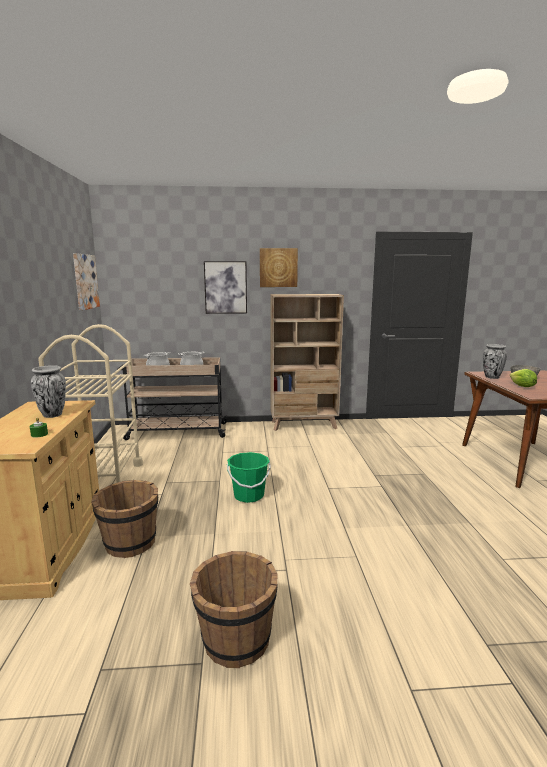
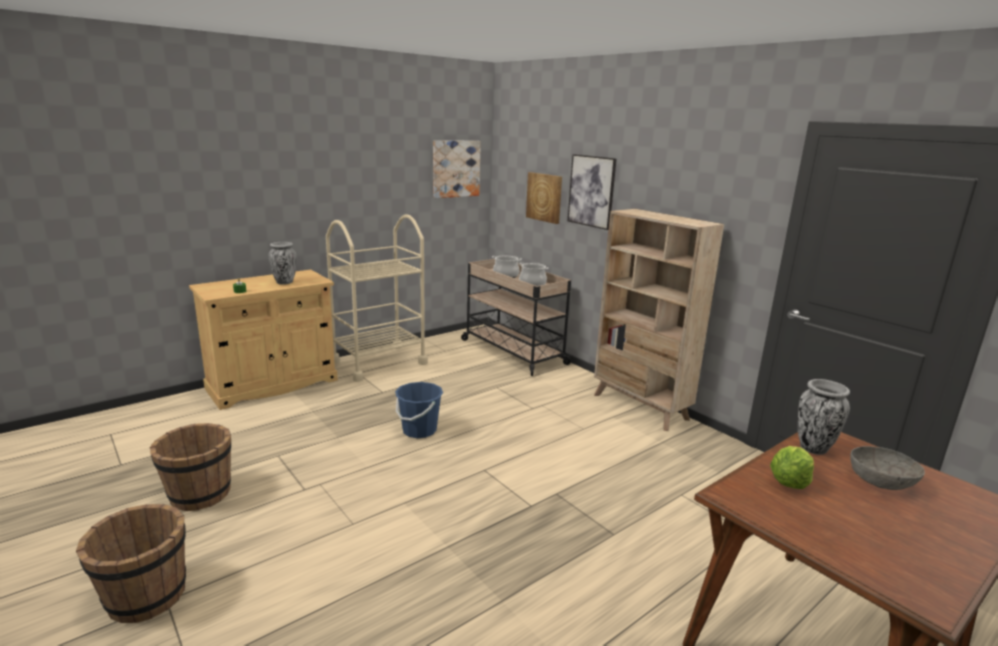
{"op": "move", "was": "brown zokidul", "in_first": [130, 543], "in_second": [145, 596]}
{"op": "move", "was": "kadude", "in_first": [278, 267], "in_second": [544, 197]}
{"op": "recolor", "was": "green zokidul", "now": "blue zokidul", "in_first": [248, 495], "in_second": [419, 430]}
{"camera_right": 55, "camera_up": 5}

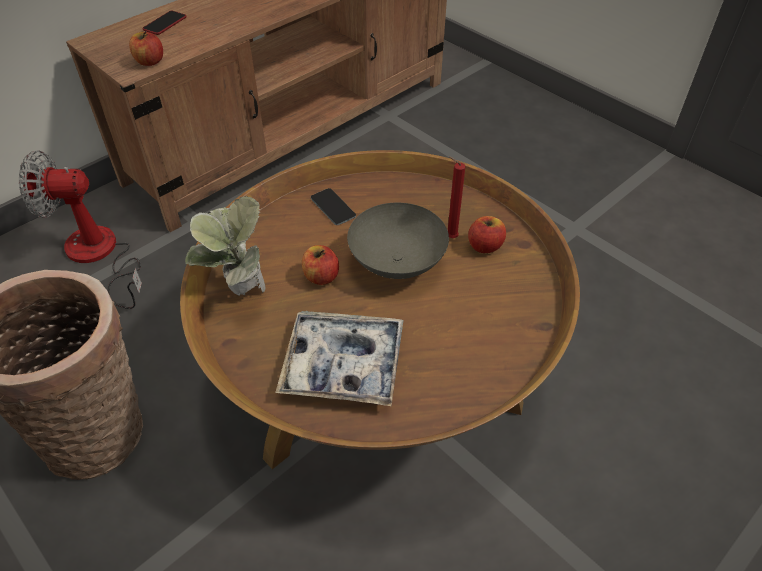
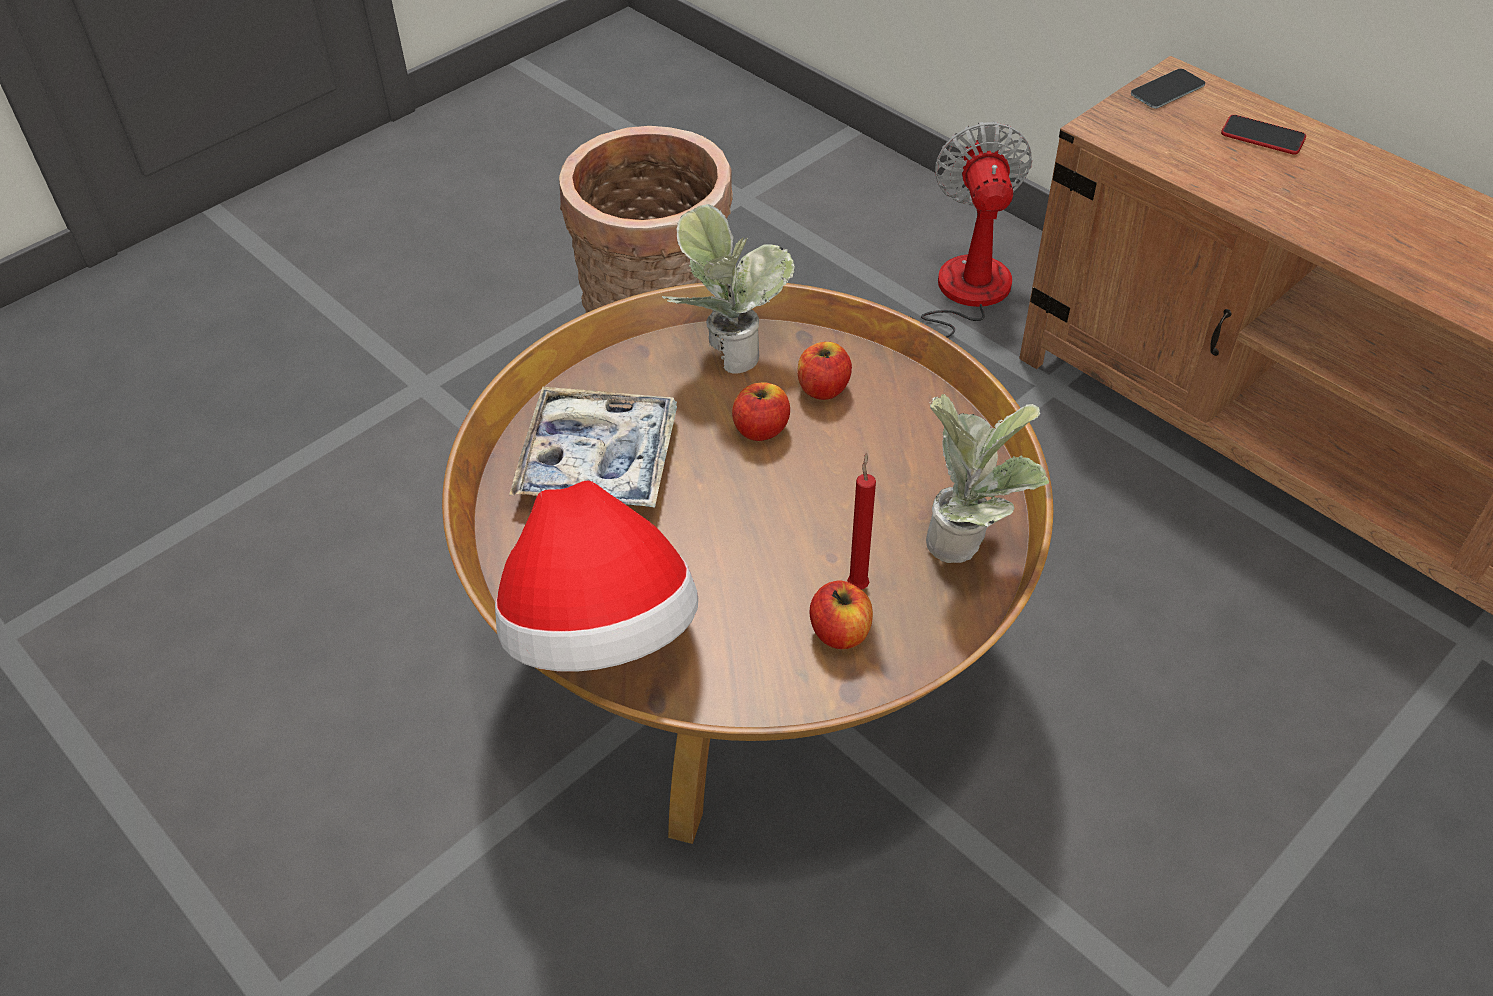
{"op": "delete", "was": "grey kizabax", "in_first": [398, 262]}
{"op": "insert", "now": "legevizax", "in_second": [600, 632]}
{"op": "insert", "now": "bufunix", "in_second": [968, 541]}
{"op": "move", "was": "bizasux", "in_first": [149, 61], "in_second": [823, 388]}
{"op": "move", "was": "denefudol", "in_first": [333, 207], "in_second": [1167, 89]}
{"camera_right": 90, "camera_up": 0}

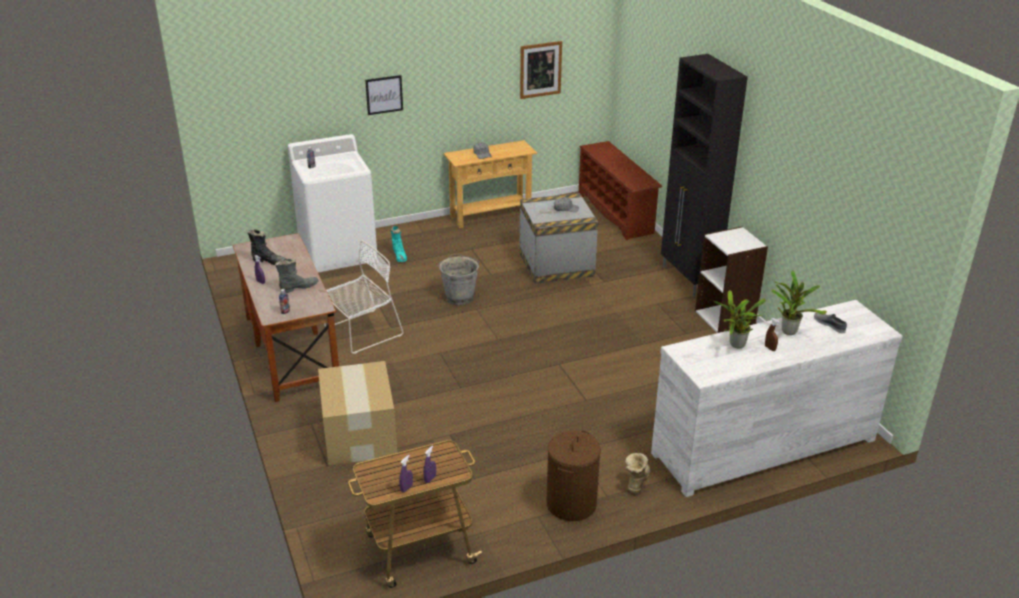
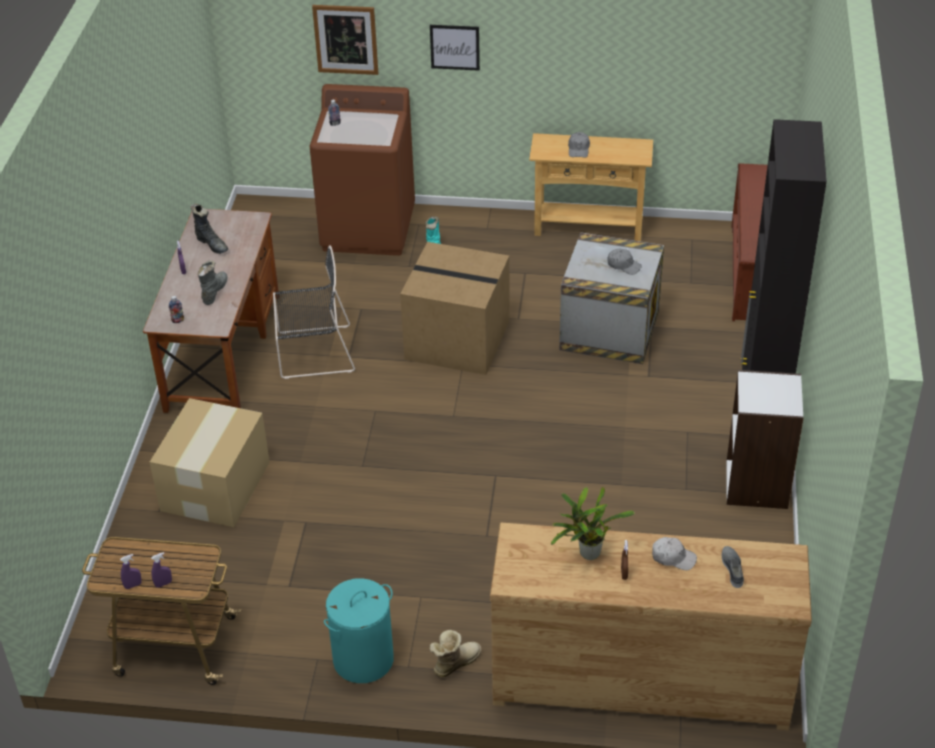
{"op": "move", "was": "kadude", "in_first": [540, 69], "in_second": [346, 39]}
{"op": "replace", "was": "grey zokidul", "now": "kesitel", "in_first": [459, 297], "in_second": [455, 340]}
{"op": "replace", "was": "bufunix", "now": "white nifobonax", "in_first": [789, 330], "in_second": [673, 557]}
{"op": "recolor", "was": "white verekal", "now": "brown verekal", "in_first": [338, 252], "in_second": [369, 228]}
{"op": "recolor", "was": "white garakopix", "now": "black garakopix", "in_first": [361, 332], "in_second": [312, 352]}
{"op": "recolor", "was": "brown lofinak", "now": "turquoise lofinak", "in_first": [571, 504], "in_second": [363, 660]}
{"op": "recolor", "was": "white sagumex", "now": "brown sagumex", "in_first": [762, 445], "in_second": [640, 678]}
{"op": "rotate", "was": "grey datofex", "in_first": [298, 287], "in_second": [214, 291], "clockwise": -75}
{"camera_right": 30, "camera_up": 10}

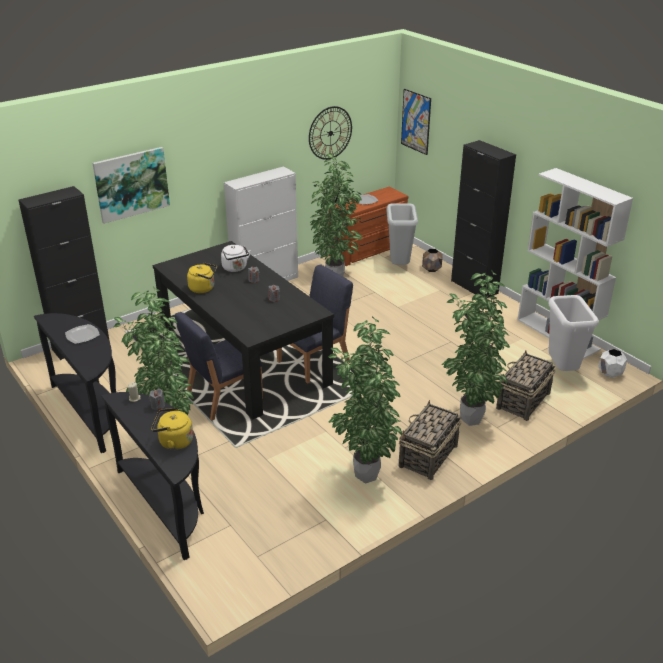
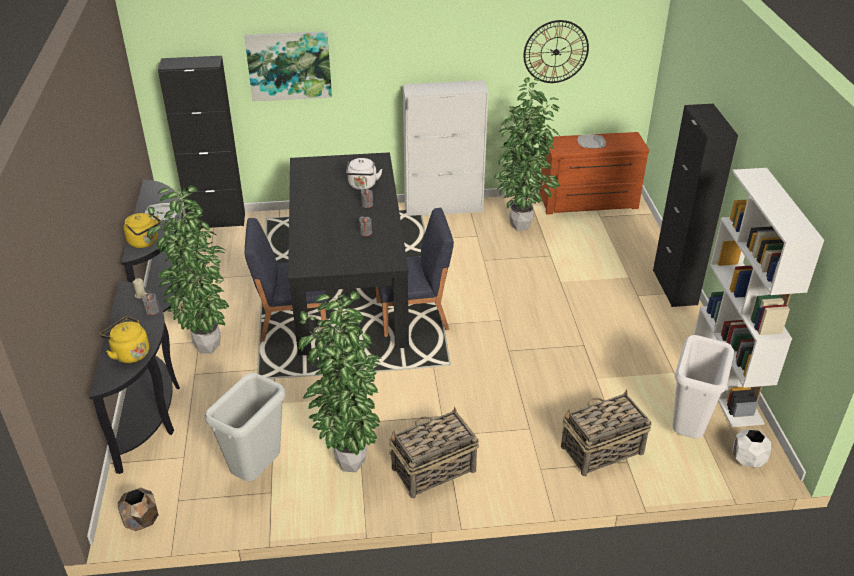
{"op": "delete", "was": "kadude", "in_first": [416, 121]}
{"op": "delete", "was": "bufunix", "in_first": [468, 419]}
{"op": "move", "was": "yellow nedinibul", "in_first": [203, 288], "in_second": [145, 242]}
{"op": "move", "was": "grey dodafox", "in_first": [398, 266], "in_second": [257, 471]}
{"op": "move", "was": "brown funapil", "in_first": [431, 269], "in_second": [142, 521]}
{"camera_right": 30, "camera_up": 5}

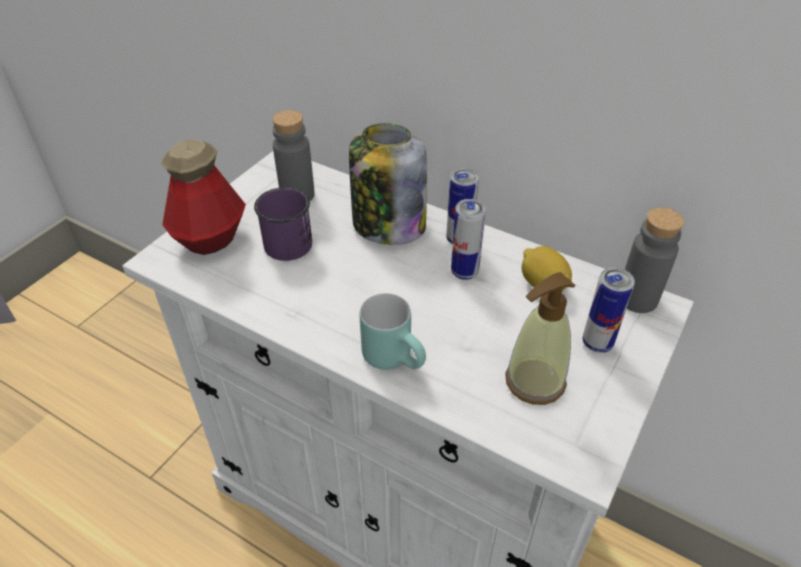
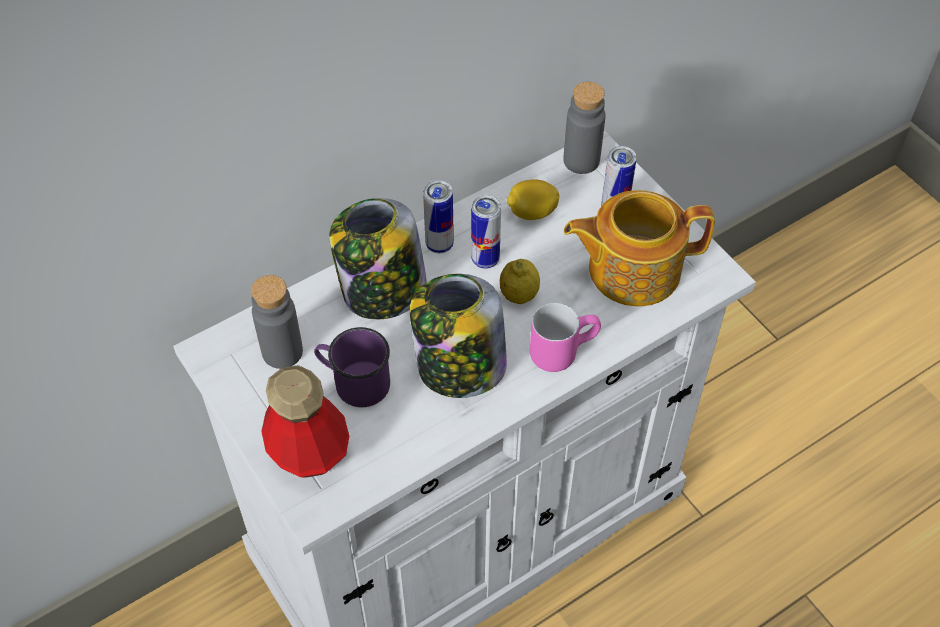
{"op": "insert", "now": "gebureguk", "in_second": [459, 367]}
{"op": "insert", "now": "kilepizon", "in_second": [519, 295]}
{"op": "replace", "was": "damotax", "now": "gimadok", "in_first": [534, 381], "in_second": [631, 269]}
{"op": "recolor", "was": "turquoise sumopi", "now": "pink sumopi", "in_first": [397, 358], "in_second": [561, 349]}
{"camera_right": -65, "camera_up": 10}

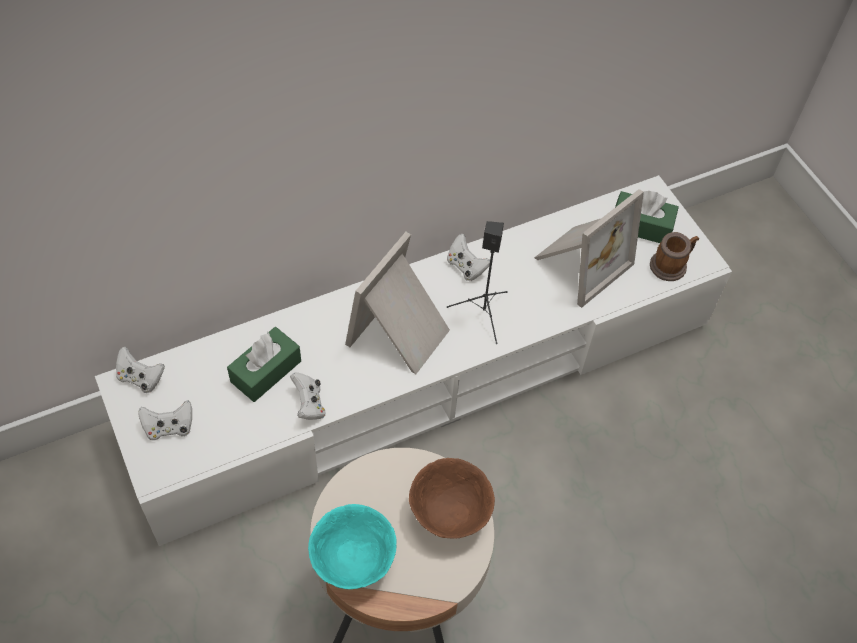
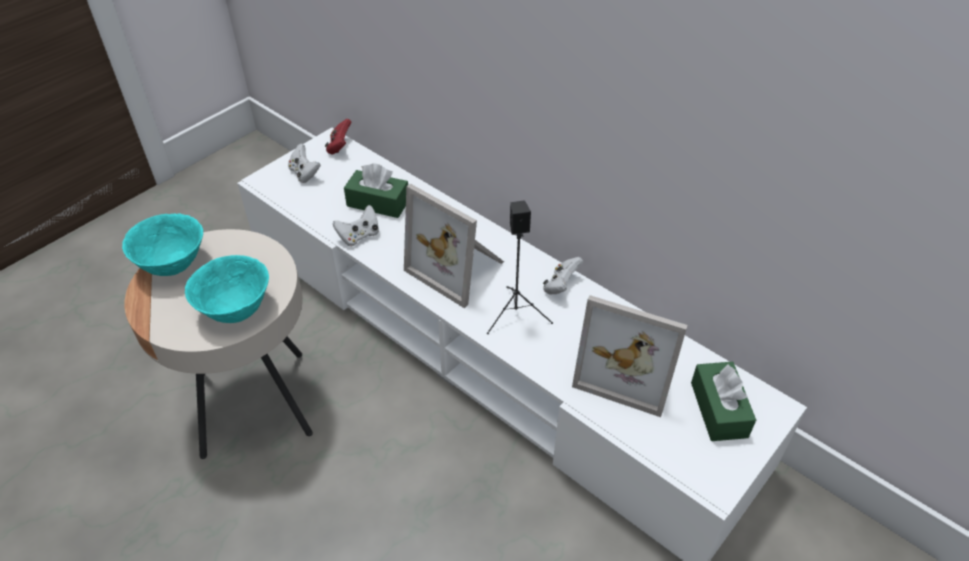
{"op": "delete", "was": "sumopi", "in_first": [671, 265]}
{"op": "recolor", "was": "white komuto", "now": "red komuto", "in_first": [140, 378], "in_second": [339, 147]}
{"op": "recolor", "was": "brown kizabax", "now": "turquoise kizabax", "in_first": [449, 515], "in_second": [235, 310]}
{"op": "rotate", "was": "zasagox", "in_first": [402, 334], "in_second": [459, 267], "clockwise": -150}
{"camera_right": 70, "camera_up": -10}

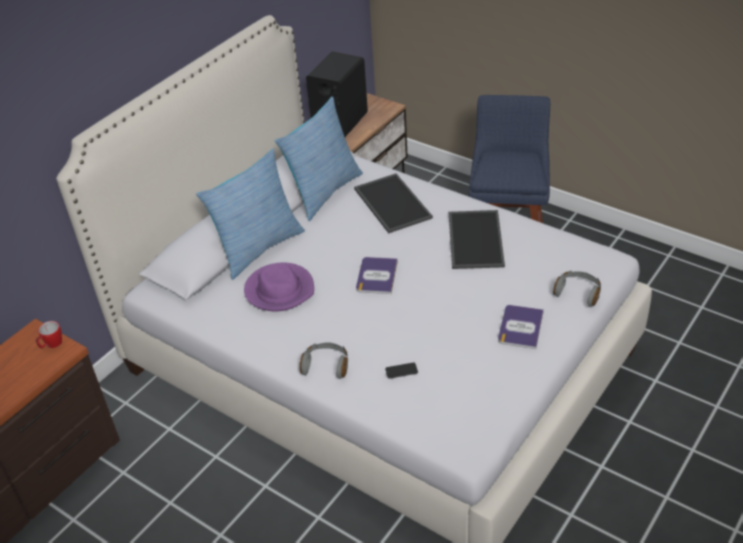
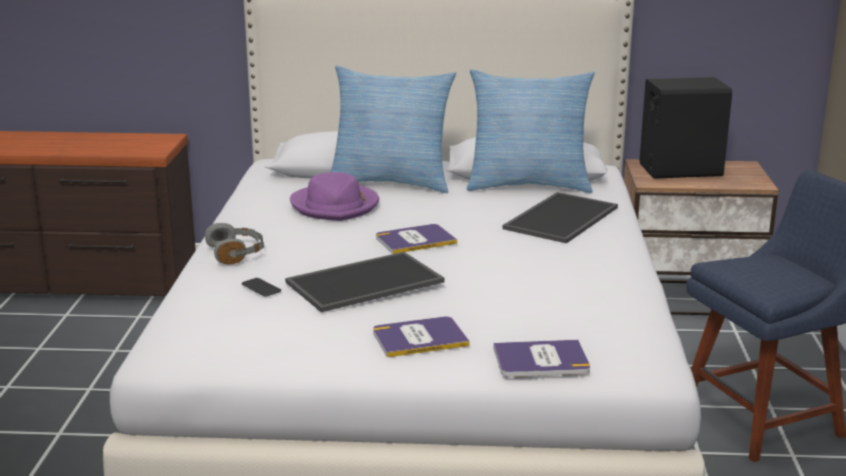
{"op": "delete", "was": "sumopi", "in_first": [51, 345]}
{"op": "move", "was": "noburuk", "in_first": [474, 239], "in_second": [365, 281]}
{"op": "replace", "was": "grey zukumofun", "now": "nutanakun", "in_first": [578, 292], "in_second": [541, 360]}
{"camera_right": 55, "camera_up": -20}

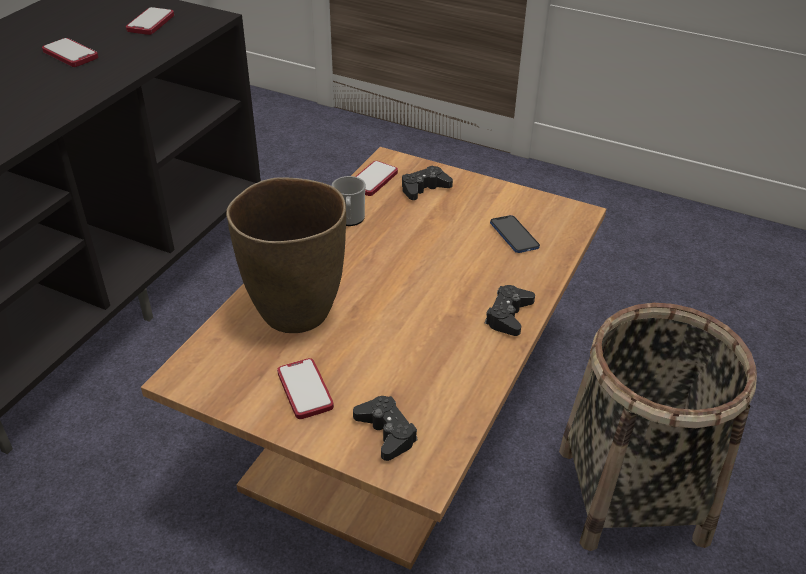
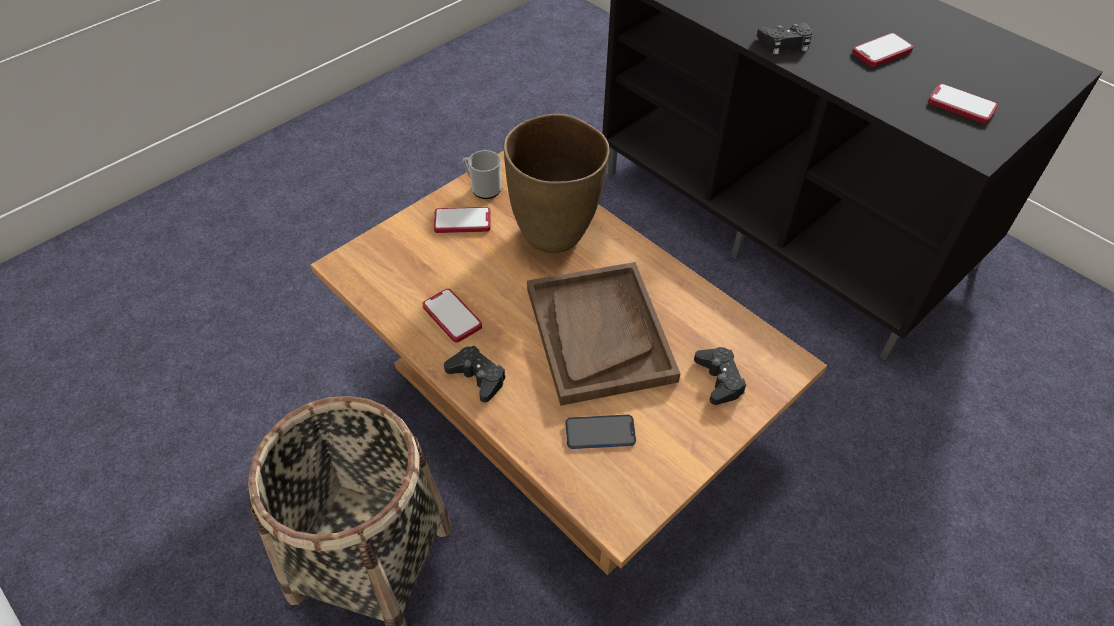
{"op": "insert", "now": "brown noburuk", "in_second": [599, 333]}
{"op": "move", "was": "sumopi", "in_first": [349, 219], "in_second": [483, 188]}
{"op": "move", "was": "black komuto", "in_first": [386, 432], "in_second": [785, 43]}
{"op": "move", "was": "denefudol", "in_first": [373, 180], "in_second": [452, 316]}
{"camera_right": 110, "camera_up": 10}

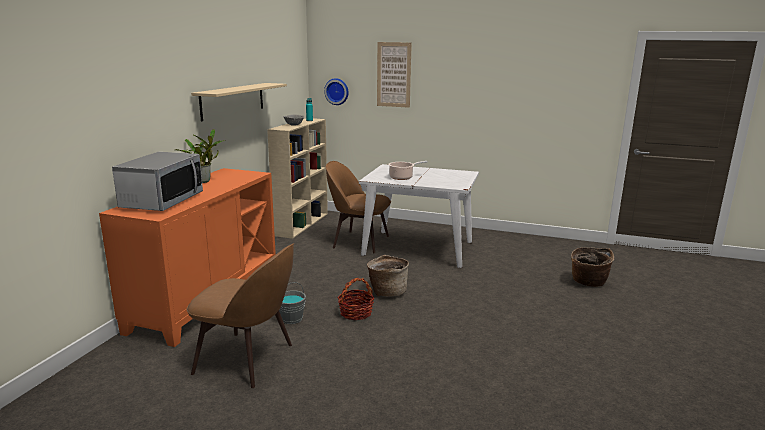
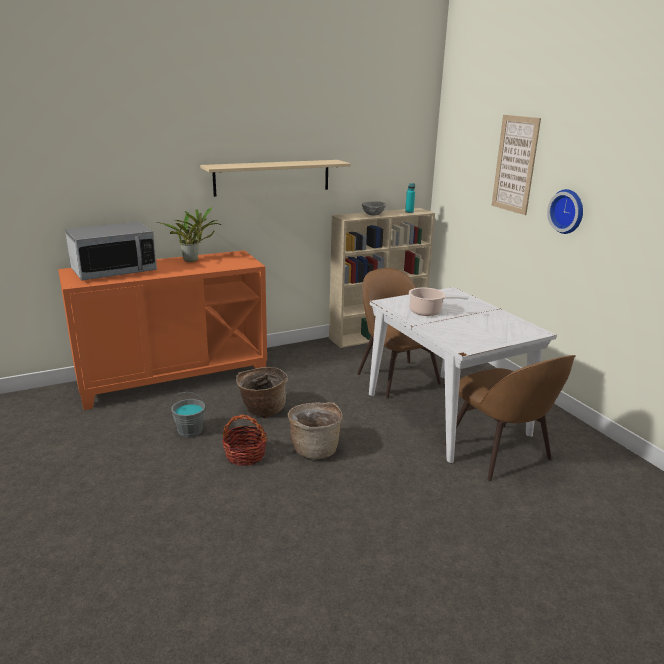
{"op": "move", "was": "brown garakopix", "in_first": [248, 359], "in_second": [500, 453]}
{"op": "move", "was": "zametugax", "in_first": [337, 91], "in_second": [568, 211]}
{"op": "move", "was": "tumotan", "in_first": [588, 283], "in_second": [262, 410]}
{"camera_right": 45, "camera_up": 5}

